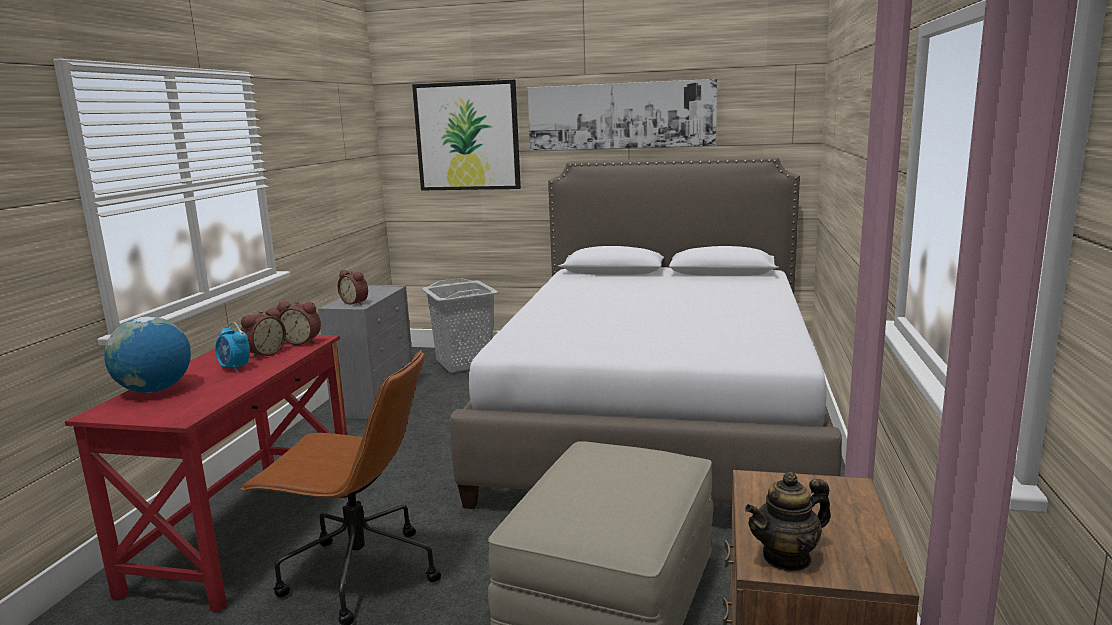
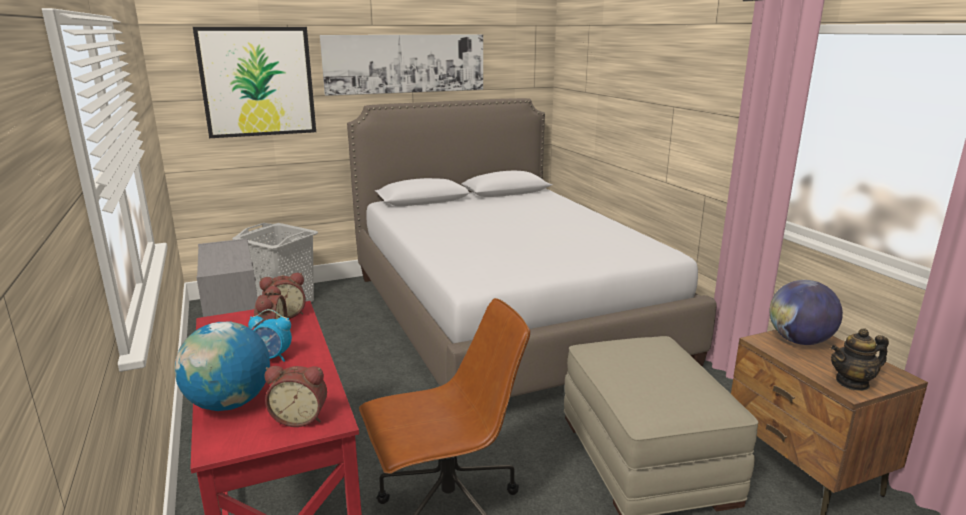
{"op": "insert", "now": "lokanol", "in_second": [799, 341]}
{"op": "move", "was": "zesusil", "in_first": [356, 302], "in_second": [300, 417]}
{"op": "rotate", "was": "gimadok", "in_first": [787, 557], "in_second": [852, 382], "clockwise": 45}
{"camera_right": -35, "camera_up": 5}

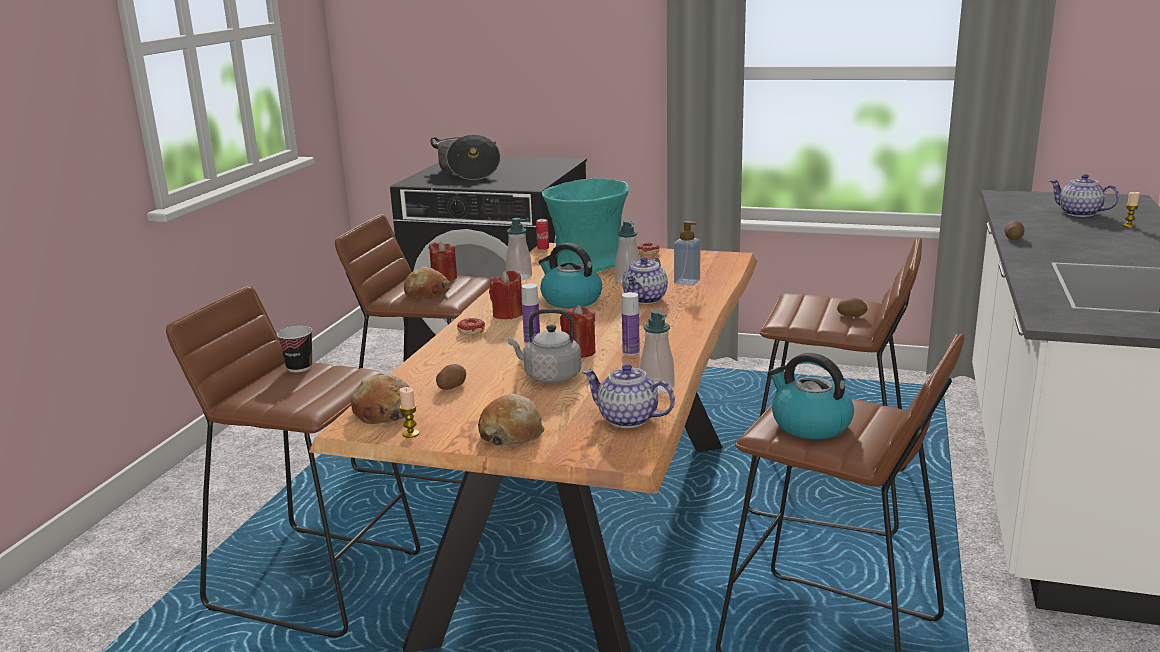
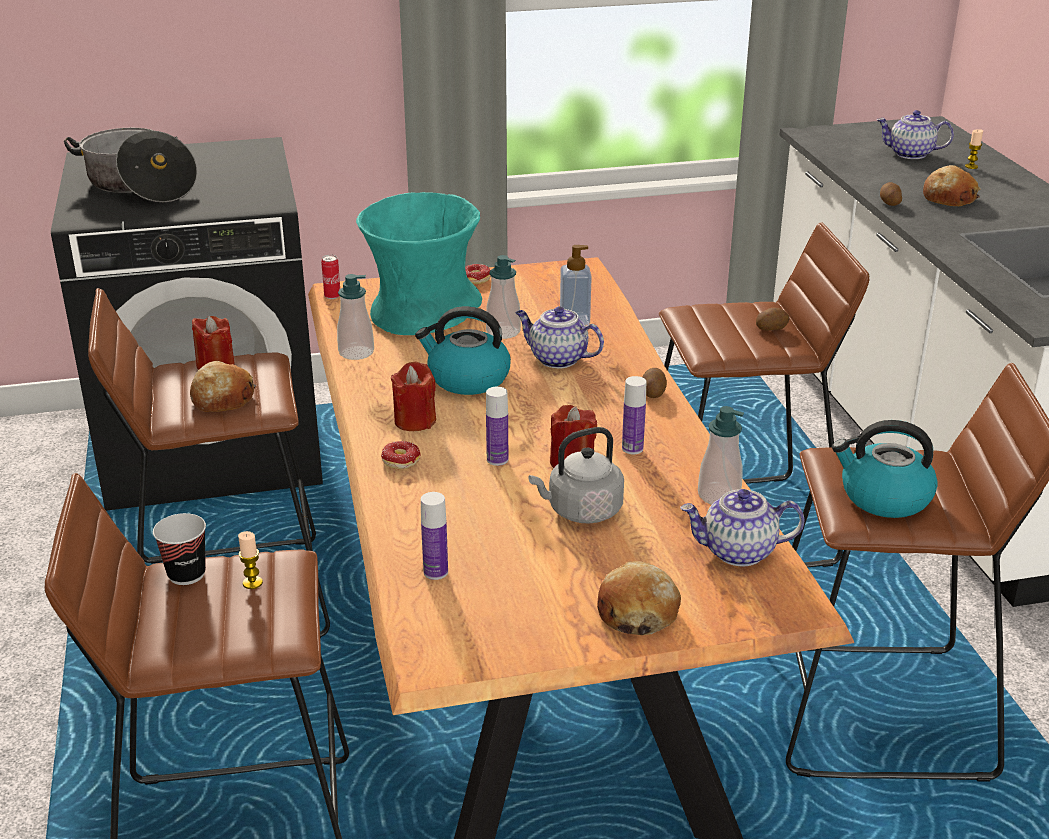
{"op": "insert", "now": "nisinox", "in_second": [435, 572]}
{"op": "move", "was": "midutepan", "in_first": [383, 412], "in_second": [949, 197]}
{"op": "move", "was": "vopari", "in_first": [410, 434], "in_second": [252, 583]}
{"op": "move", "was": "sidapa", "in_first": [451, 386], "in_second": [652, 393]}
{"op": "rotate", "was": "gimadok", "in_first": [645, 299], "in_second": [557, 359], "clockwise": 120}
{"camera_right": -30, "camera_up": 10}

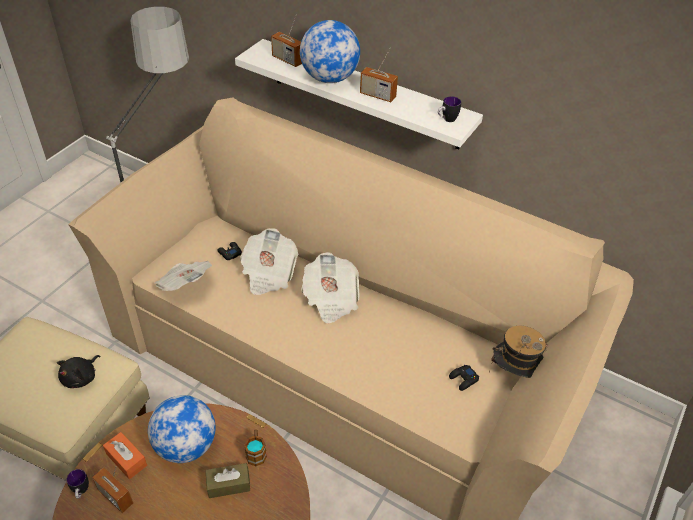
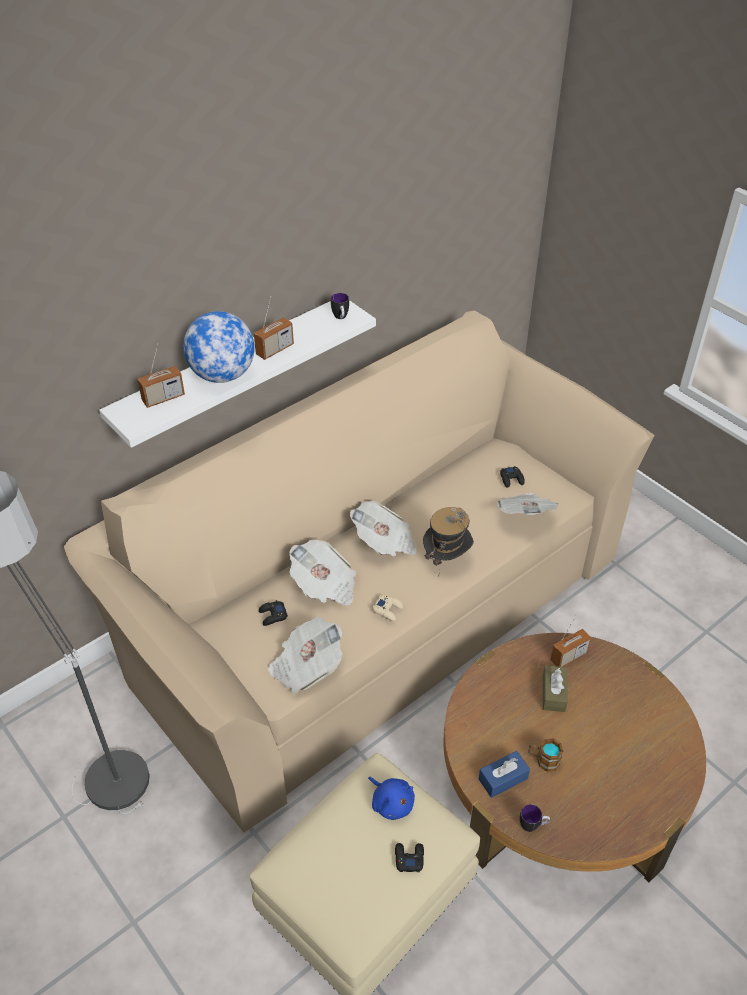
{"op": "delete", "was": "lokanol", "in_first": [186, 446]}
{"op": "insert", "now": "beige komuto", "in_second": [388, 610]}
{"op": "insert", "now": "black komuto", "in_second": [409, 858]}
{"op": "insert", "now": "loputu", "in_second": [525, 515]}
{"op": "move", "was": "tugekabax", "in_first": [115, 497], "in_second": [568, 657]}
{"op": "move", "was": "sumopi", "in_first": [256, 452], "in_second": [543, 760]}
{"op": "move", "was": "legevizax", "in_first": [514, 374], "in_second": [446, 559]}
{"op": "recolor", "was": "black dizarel", "now": "blue dizarel", "in_first": [81, 377], "in_second": [391, 803]}
{"op": "recolor", "was": "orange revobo", "now": "blue revobo", "in_first": [126, 459], "in_second": [503, 779]}
{"camera_right": -70, "camera_up": 0}

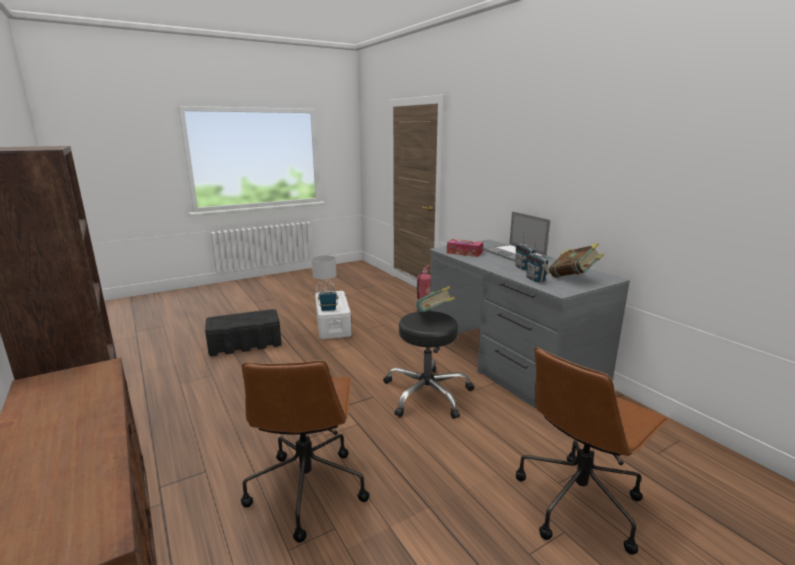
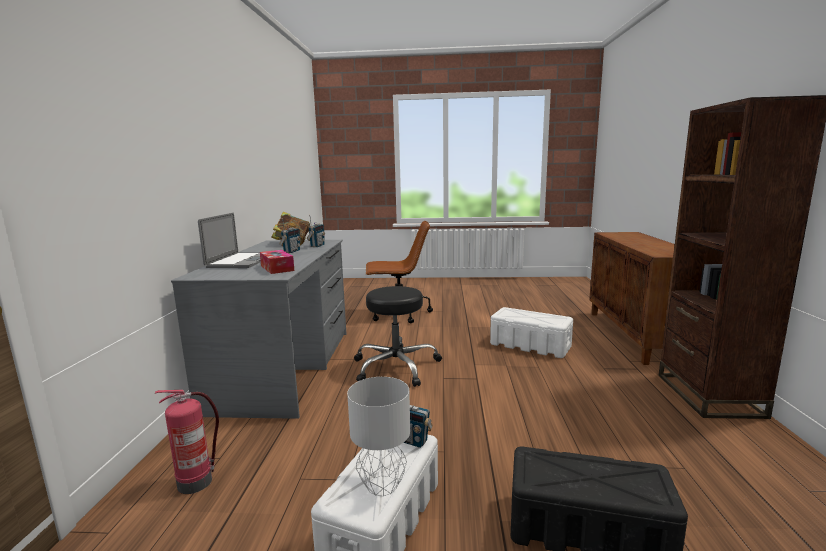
{"op": "delete", "was": "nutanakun", "in_first": [434, 316]}
{"op": "replace", "was": "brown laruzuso", "now": "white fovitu", "in_first": [307, 488], "in_second": [530, 345]}
{"camera_right": -145, "camera_up": -5}

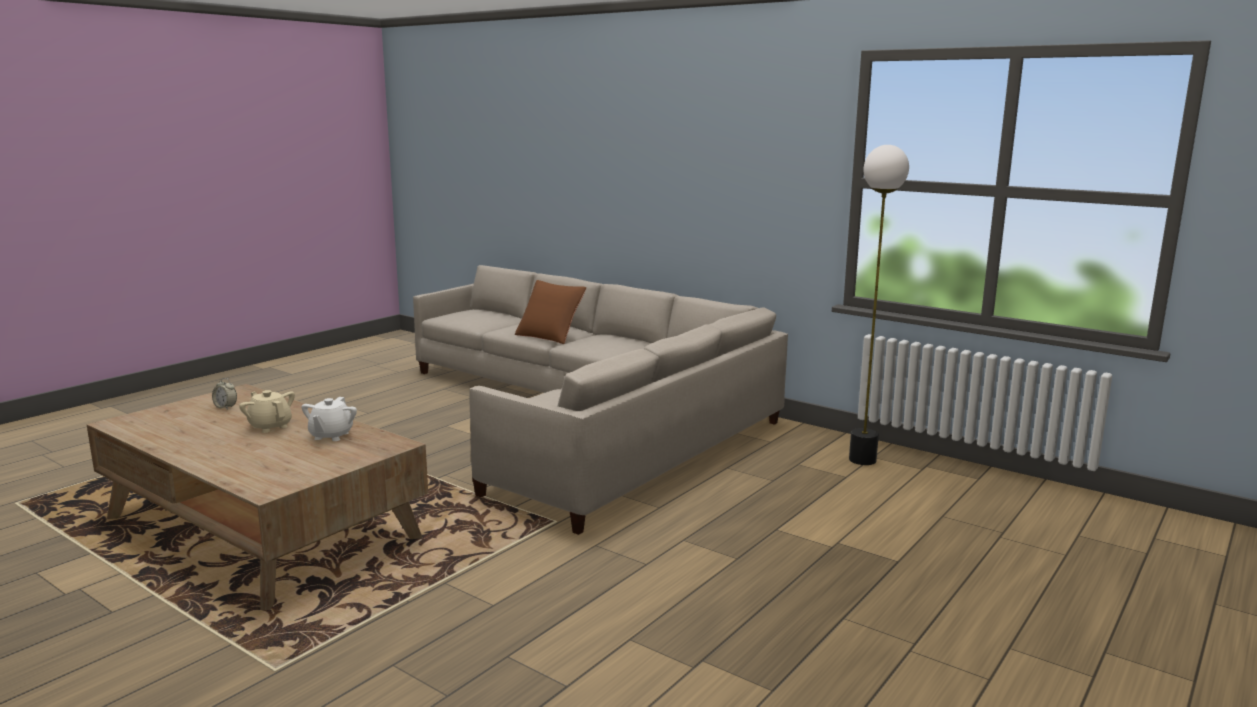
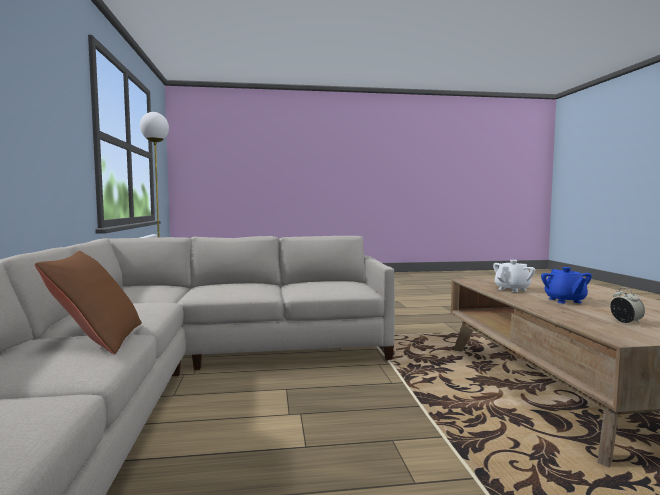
{"op": "recolor", "was": "beige gimadok", "now": "blue gimadok", "in_first": [270, 426], "in_second": [565, 300]}
{"camera_right": -135, "camera_up": -10}

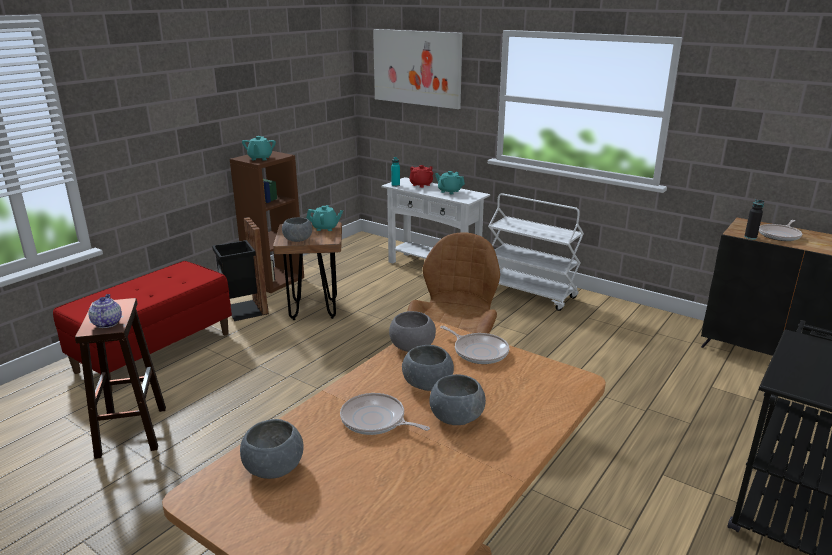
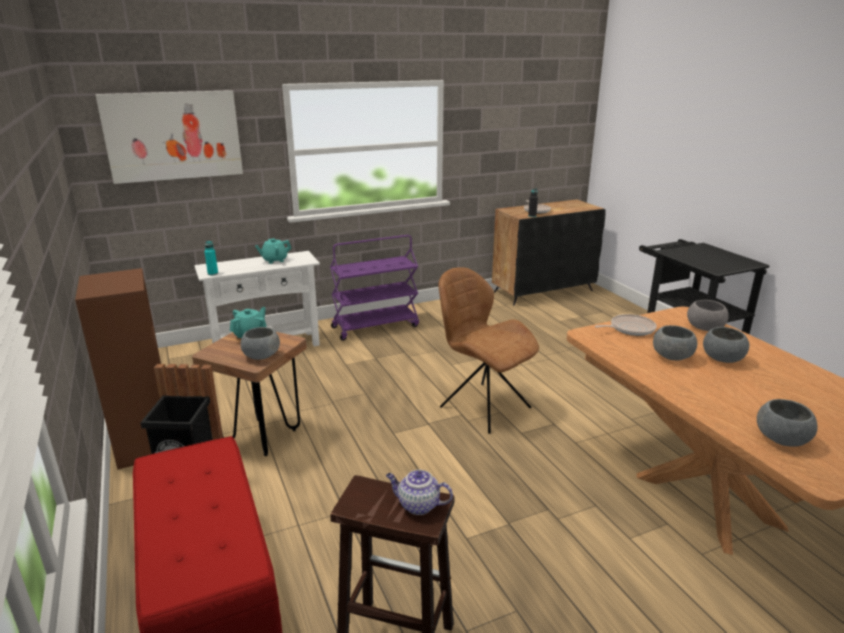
{"op": "delete", "was": "turquoise gimadok", "in_first": [260, 158]}
{"op": "delete", "was": "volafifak", "in_first": [376, 420]}
{"op": "delete", "was": "red gimadok", "in_first": [421, 185]}
{"op": "move", "was": "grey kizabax", "in_first": [412, 347], "in_second": [704, 328]}
{"op": "recolor", "was": "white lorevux", "now": "purple lorevux", "in_first": [530, 293], "in_second": [375, 326]}
{"camera_right": -60, "camera_up": 0}

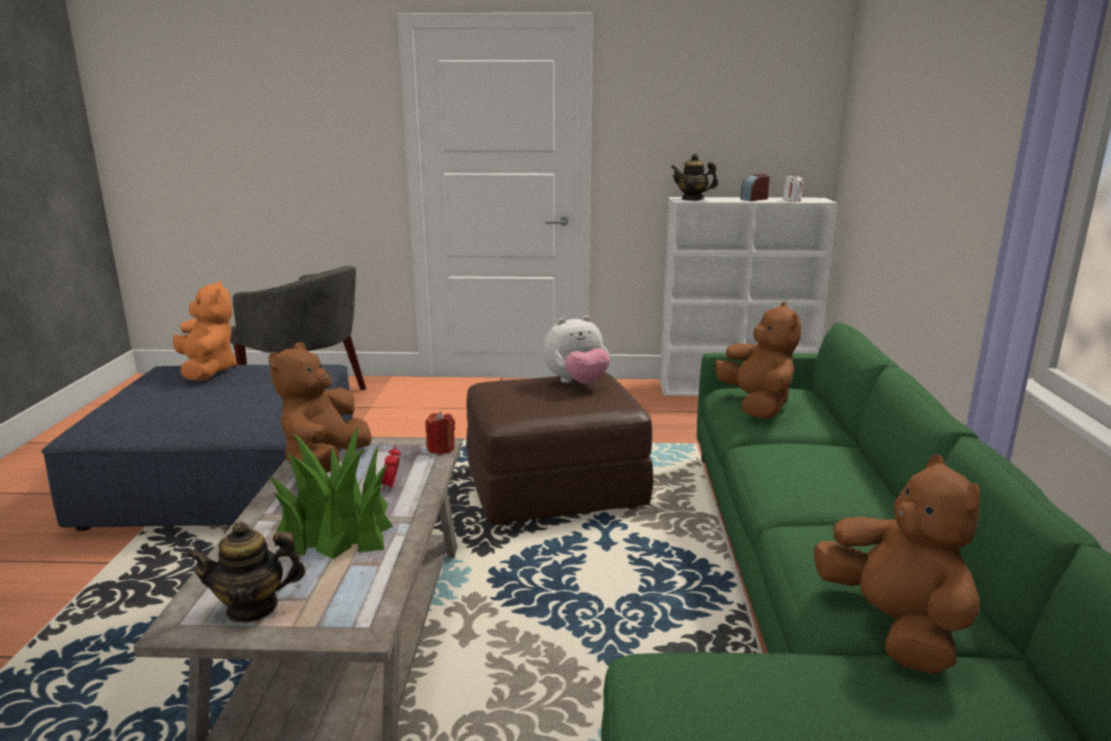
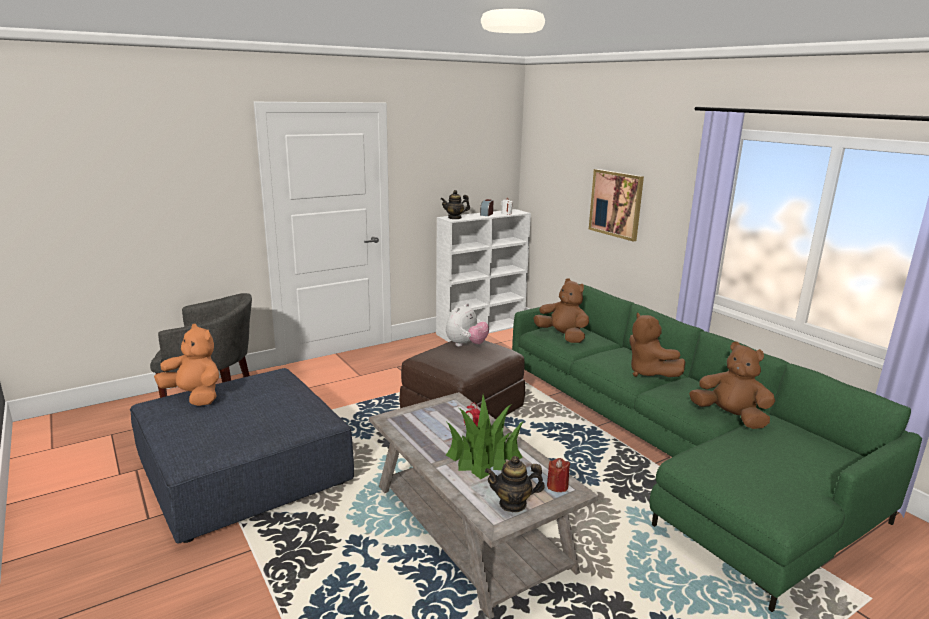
{"op": "insert", "now": "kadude", "in_second": [616, 204]}
{"op": "move", "was": "brown dizarel", "in_first": [325, 464], "in_second": [649, 373]}
{"op": "move", "was": "red vopari", "in_first": [441, 449], "in_second": [557, 486]}
{"op": "rotate", "was": "gimadok", "in_first": [253, 607], "in_second": [513, 504], "clockwise": 45}
{"camera_right": -35, "camera_up": 0}

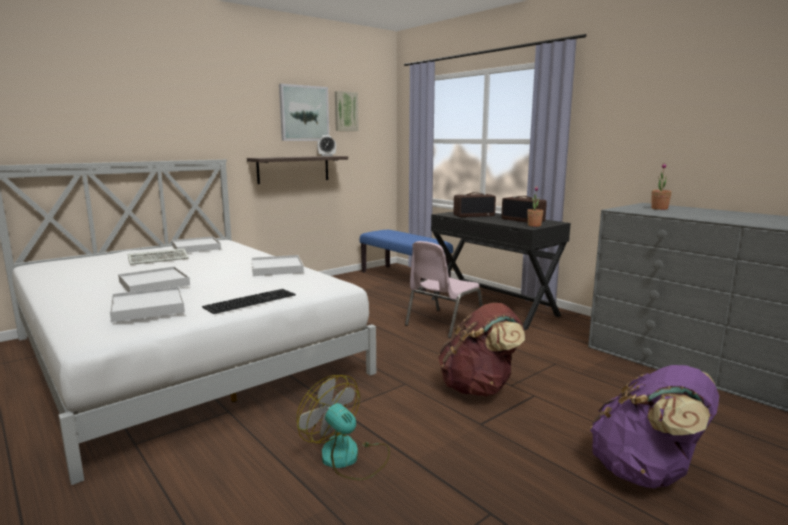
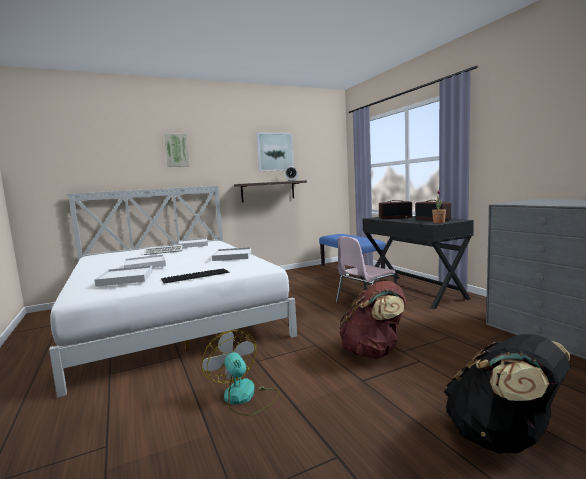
{"op": "delete", "was": "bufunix", "in_first": [659, 208]}
{"op": "move", "was": "kadude", "in_first": [345, 111], "in_second": [176, 150]}
{"op": "recolor", "was": "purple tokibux", "now": "black tokibux", "in_first": [646, 473], "in_second": [502, 438]}
{"camera_right": 15, "camera_up": -5}

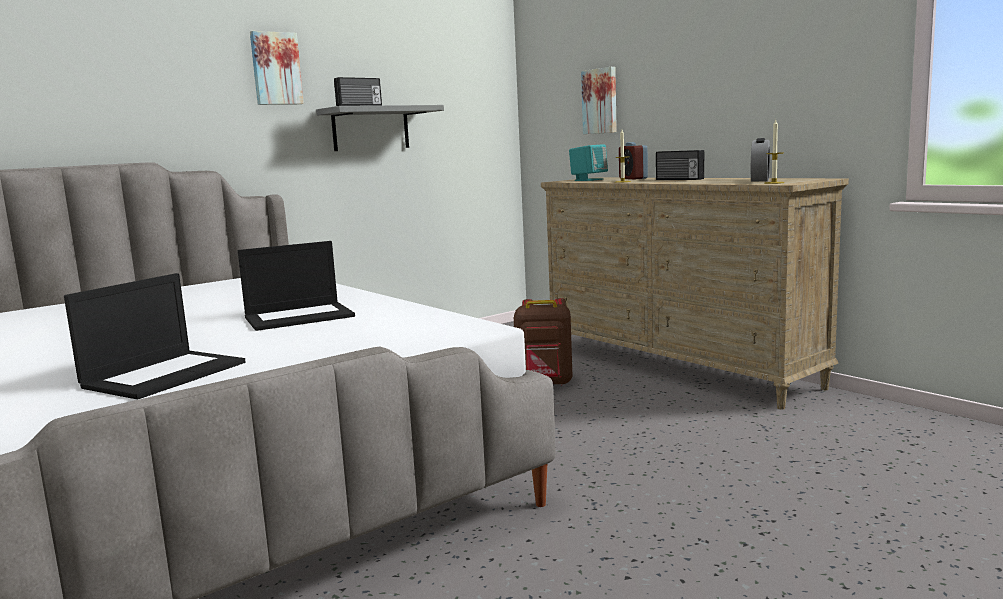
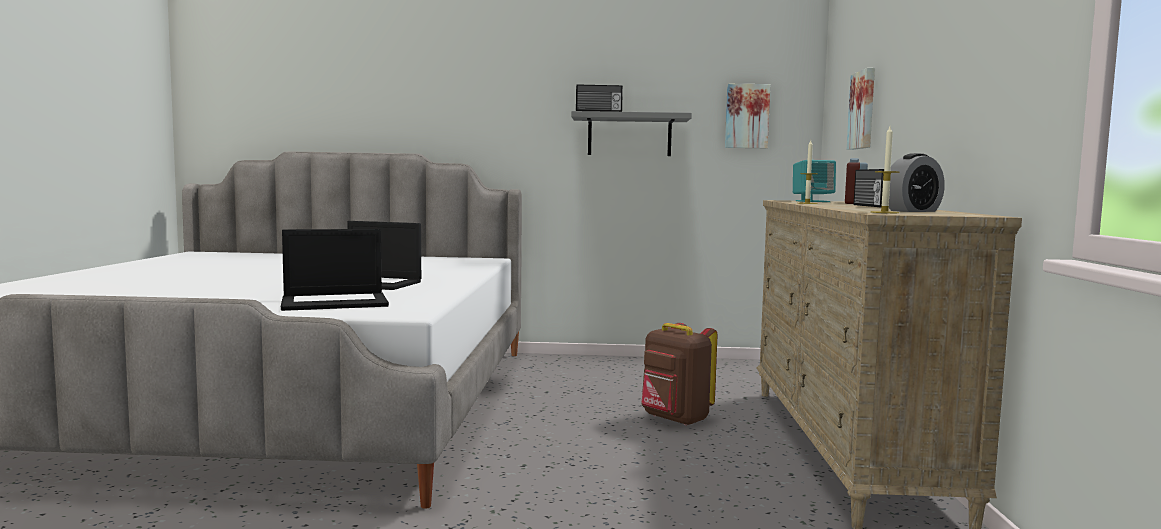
{"op": "move", "was": "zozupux", "in_first": [165, 374], "in_second": [336, 302]}
{"op": "move", "was": "kadude", "in_first": [276, 68], "in_second": [746, 116]}
{"camera_right": 40, "camera_up": -5}

